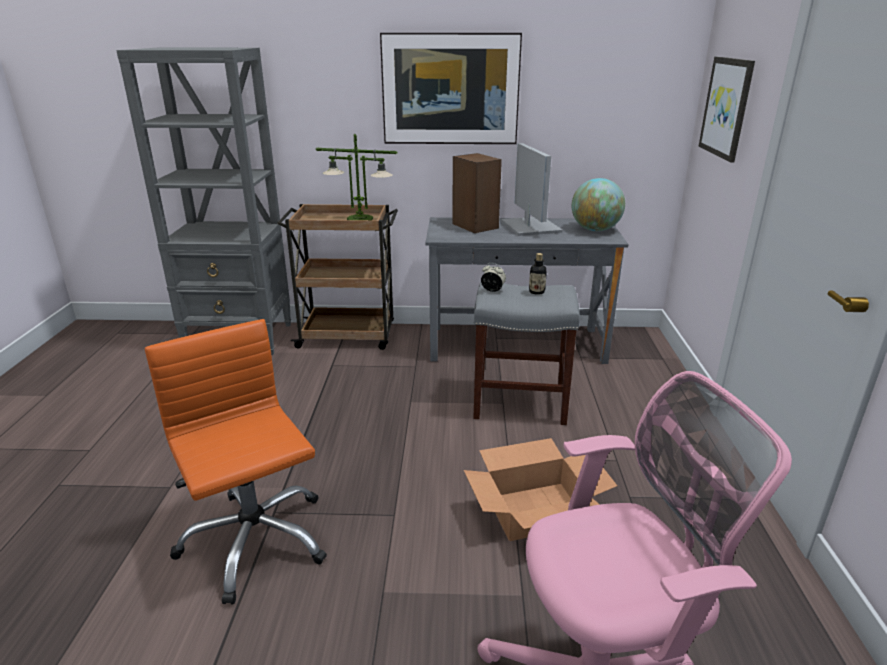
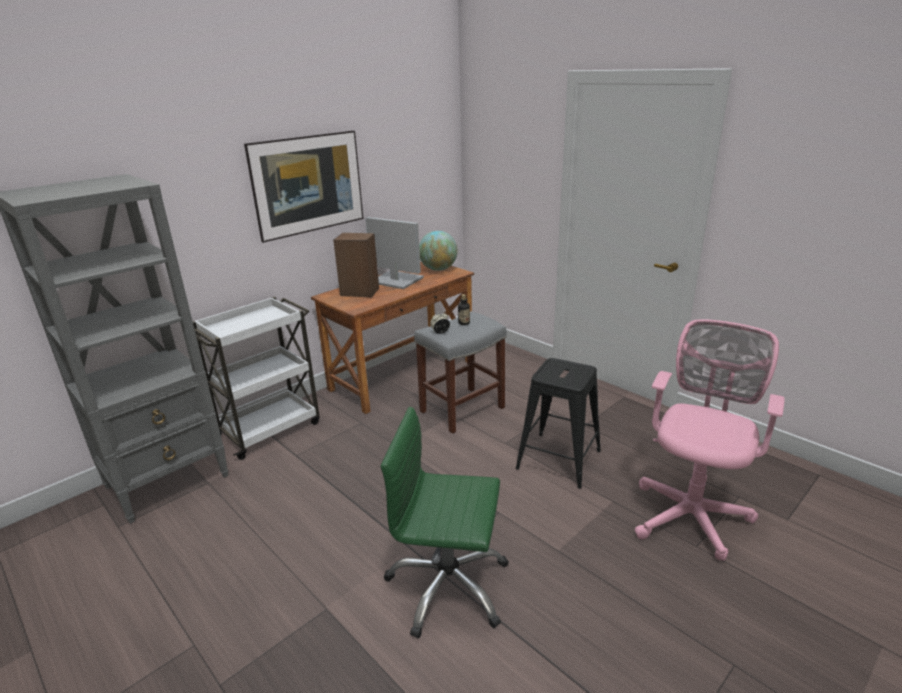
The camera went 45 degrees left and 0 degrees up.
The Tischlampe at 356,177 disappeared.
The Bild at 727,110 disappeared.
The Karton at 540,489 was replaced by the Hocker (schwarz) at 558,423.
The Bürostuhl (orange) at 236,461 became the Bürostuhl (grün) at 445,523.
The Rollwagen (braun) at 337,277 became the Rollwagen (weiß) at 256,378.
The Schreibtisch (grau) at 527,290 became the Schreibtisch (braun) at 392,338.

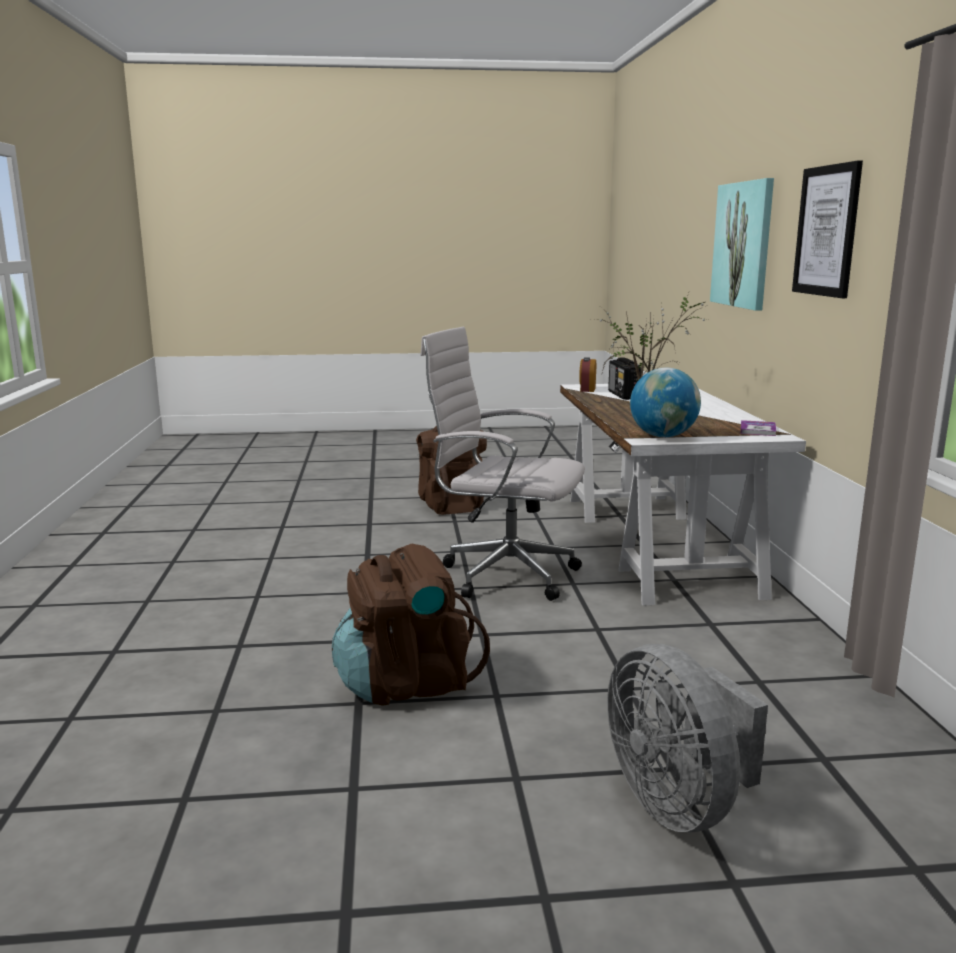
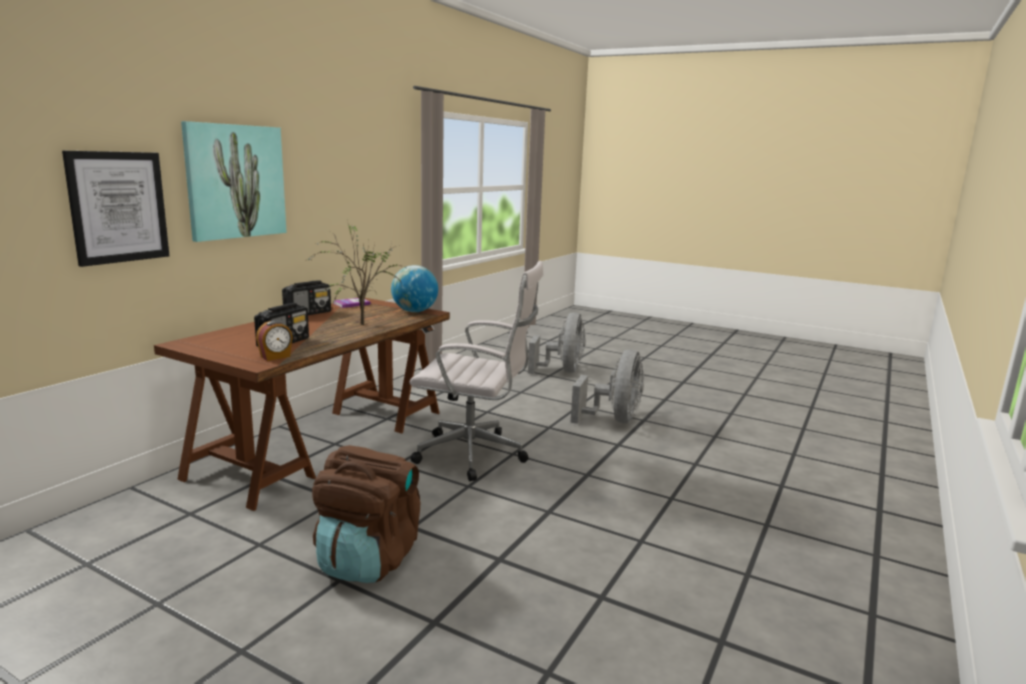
The camera went 145 degrees left and 0 degrees up.
The Radio at 306,297 appeared.
The Bild moved from 827,229 to 115,208.
The Rucksack (braun) at 411,625 was replaced by the Ventilator (grau) at 607,386.
The Schreibtisch (weiß) at 683,495 became the Schreibtisch (braun) at 302,404.
The Bürostuhl (weiß) at 502,464 turned 45 degrees counterclockwise.

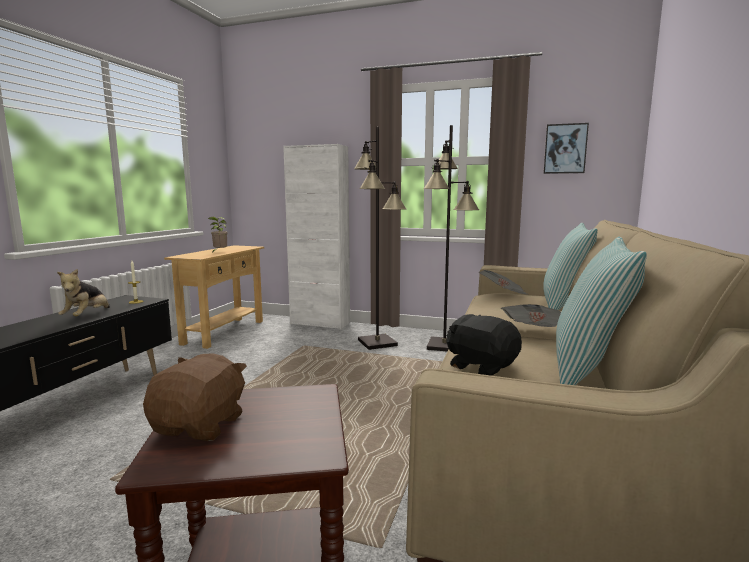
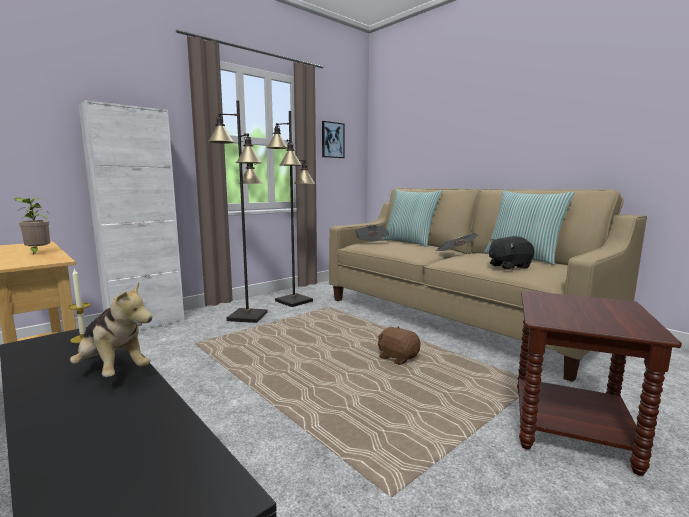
The camera went 60 degrees left and 0 degrees up.
The Plüschtier (braun) moved from 195,397 to 399,346.

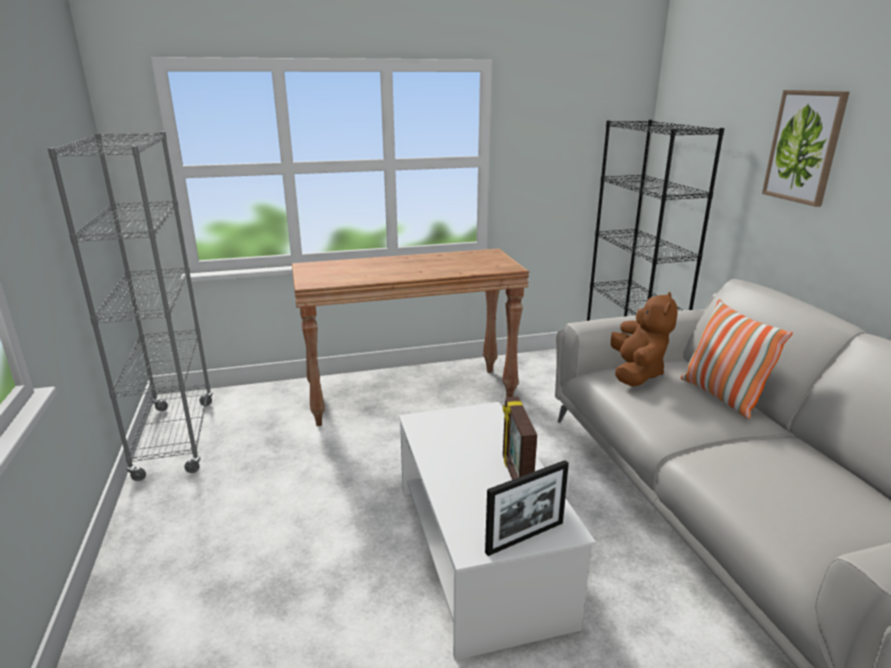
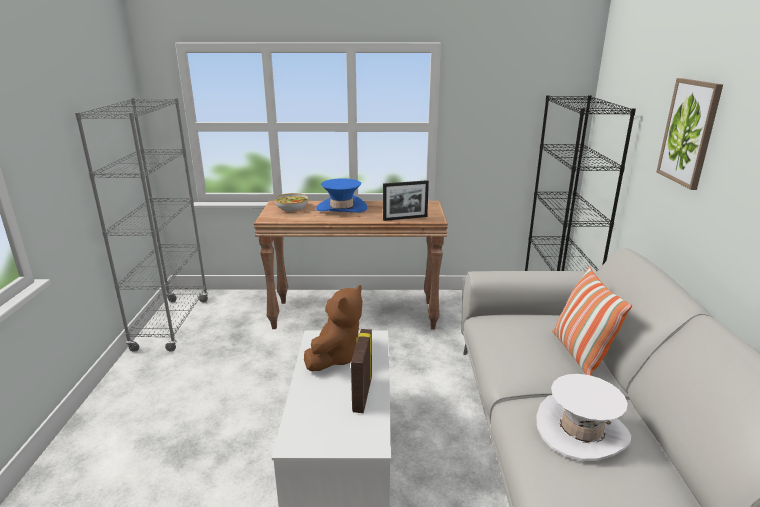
The camera went 15 degrees right and 0 degrees up.
The Schüssel at 291,202 appeared.
The Hut (blau) at 341,195 appeared.
The Hut (weiß) at 583,417 appeared.
The Bilderrahmen moved from 527,508 to 406,200.
The Plüschtier (braun) moved from 644,339 to 333,328.

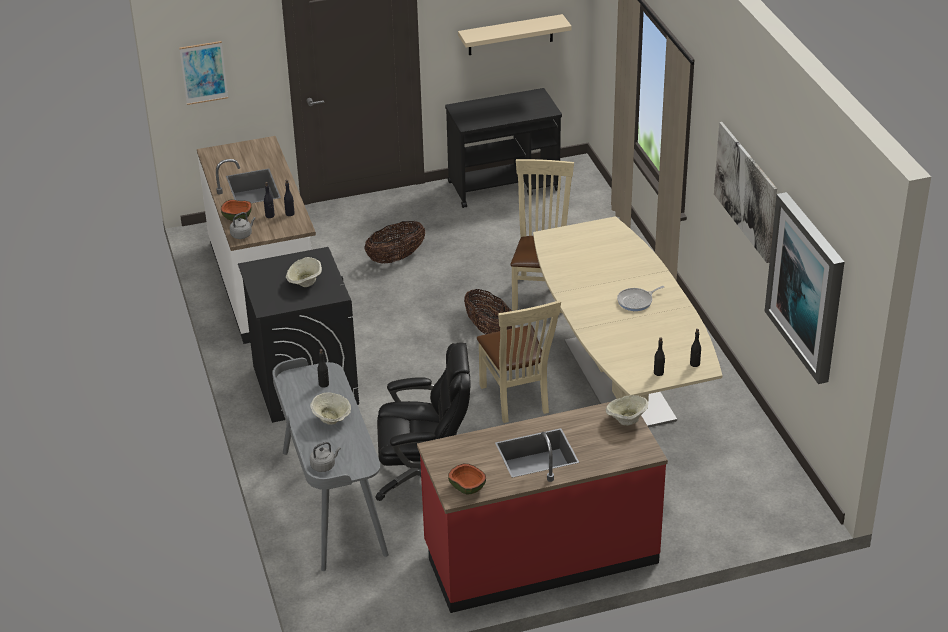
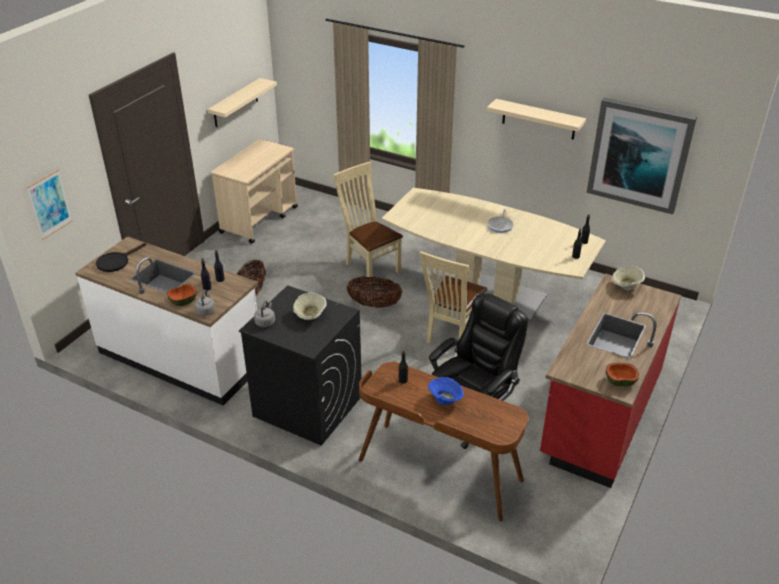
The camera went 45 degrees left and 0 degrees up.
The Pfanne (schwarz) at 121,257 appeared.
The Wasserkessel (grau) moved from 325,457 to 264,314.
The Bild at 745,192 was replaced by the Wandregal (beige) at 536,119.
The Schreibtisch (grau) at 330,464 became the Schreibtisch (braun) at 443,441.
The Schüssel (beige) at 330,408 became the Schüssel (blau) at 446,391.
The Rollwagen (schwarz) at 503,148 became the Rollwagen (beige) at 254,191.
The Stuhl (beige) at 519,361 turned 90 degrees clockwise.

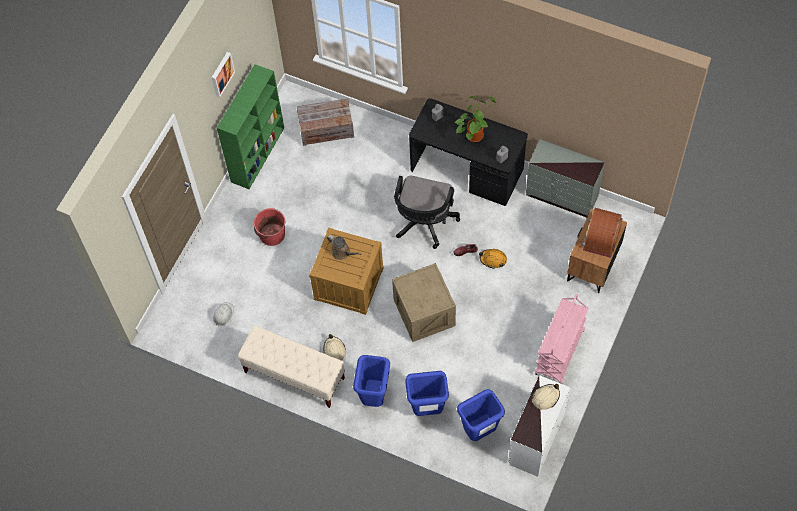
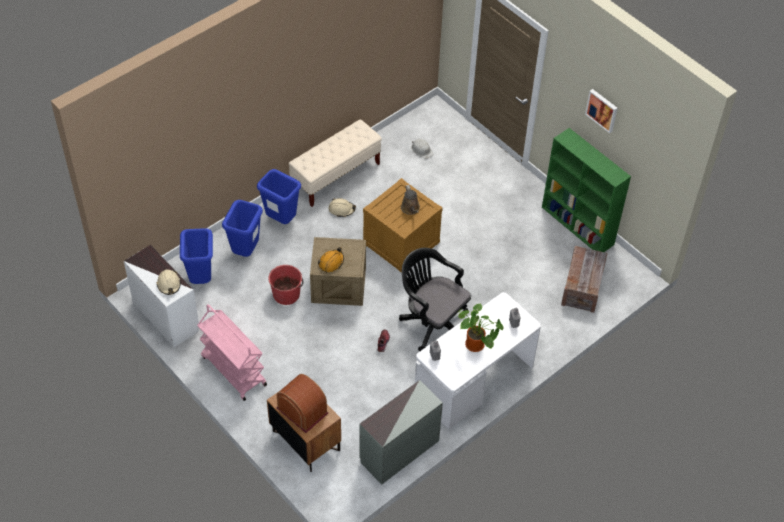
The camera went 110 degrees right and 10 degrees down.
The Eimer (rot) moved from 269,227 to 286,285.
The Schutzhelm (orange) moved from 493,259 to 331,259.
The Schreibtisch (schwarz) at 468,152 became the Schreibtisch (weiß) at 478,360.
The Gießkanne (braun) at 344,247 turned 75 degrees counterclockwise.

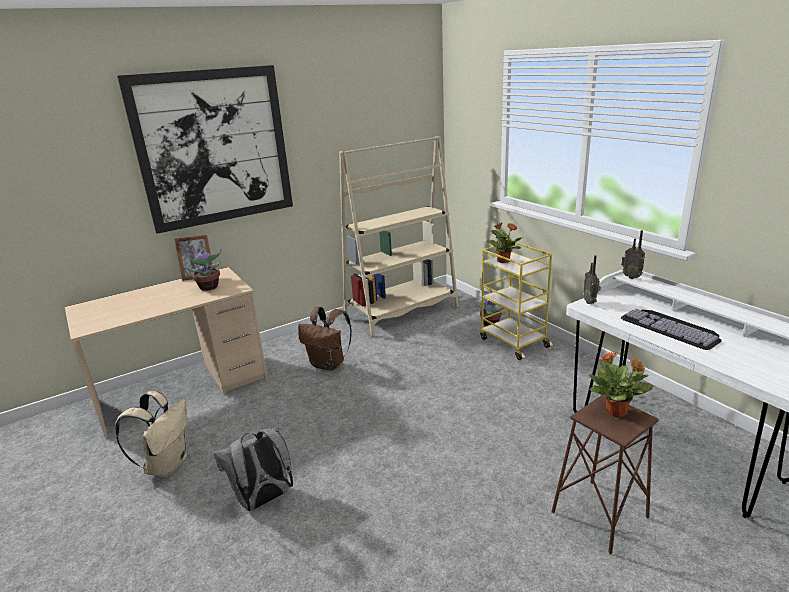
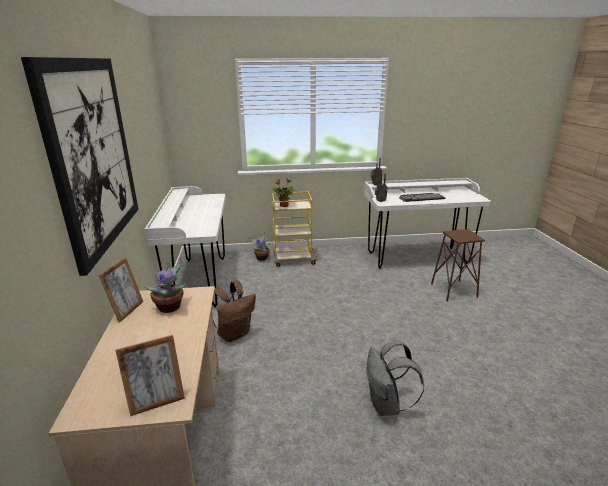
The camera went 65 degrees left and 0 degrees up.
The Rucksack (beige) at 151,433 disappeared.
The Topfpflanze at 621,384 disappeared.
The Bilderrahmen at 150,375 appeared.
The Bücherregal (beige) at 398,236 was replaced by the Schreibtisch (weiß) at 185,247.

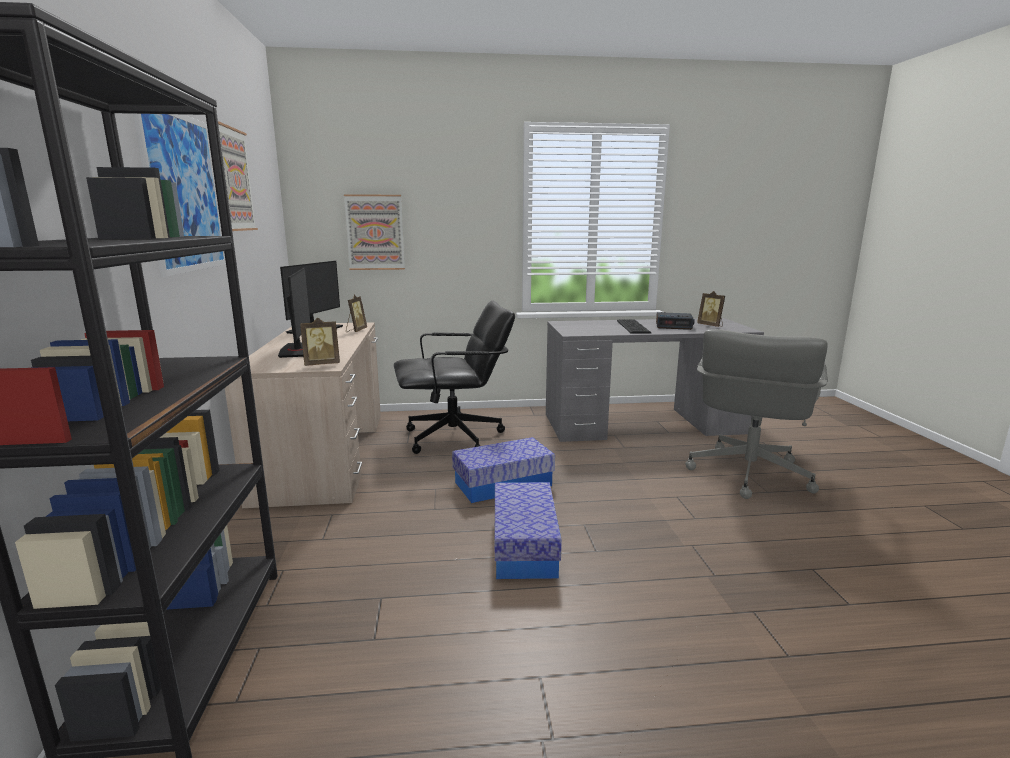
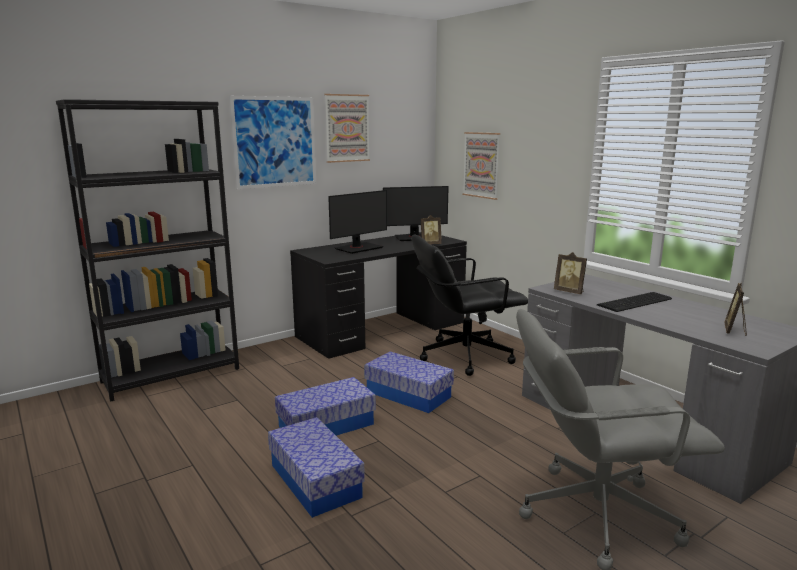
The camera went 60 degrees right and 0 degrees up.
The Wecker at 675,321 disappeared.
The Aufbewahrungsbox at 316,467 appeared.
The Bilderrahmen moved from 320,342 to 570,273.
The Schreibtisch (beige) at 303,415 became the Schreibtisch (schwarz) at 378,295.
The Bürostuhl (schwarz) at 454,377 turned 120 degrees clockwise.

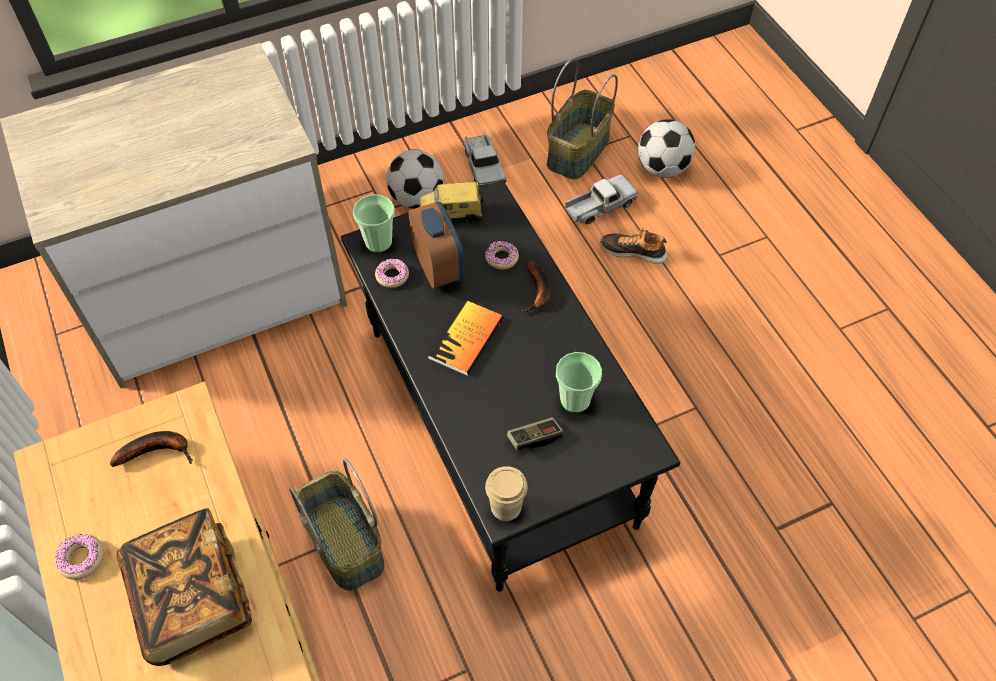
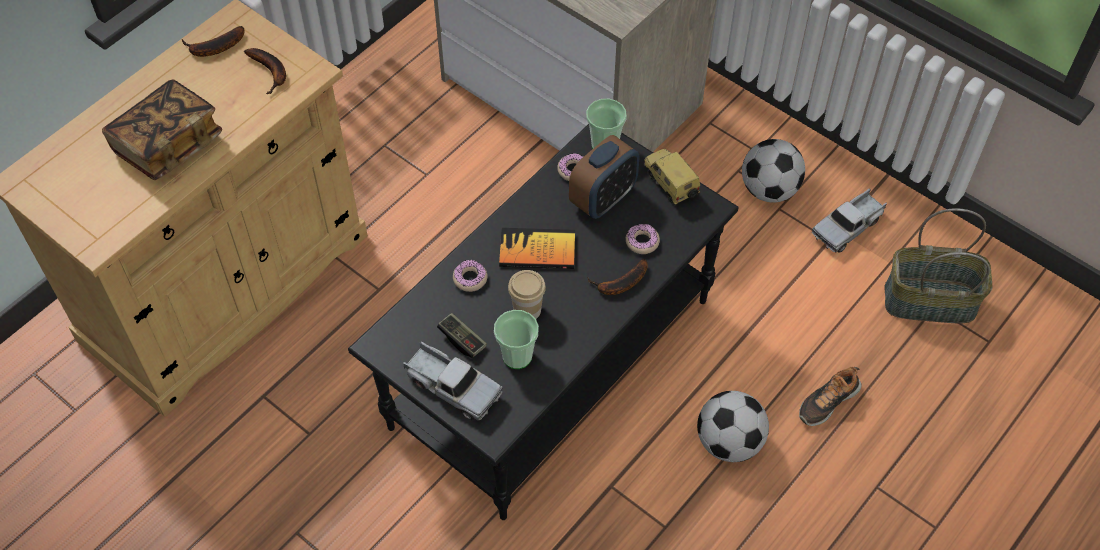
The camera went 65 degrees right and 0 degrees up.
The Korb at 336,524 disappeared.
The Banane at 213,41 appeared.
The Donut moved from 79,557 to 470,276.
The Tasse moved from 506,493 to 527,294.
The Spielzeuglaster moved from 601,199 to 453,381.
The Fußball moved from 666,148 to 733,426.
The Schuh at 634,246 turned 120 degrees counterclockwise.

